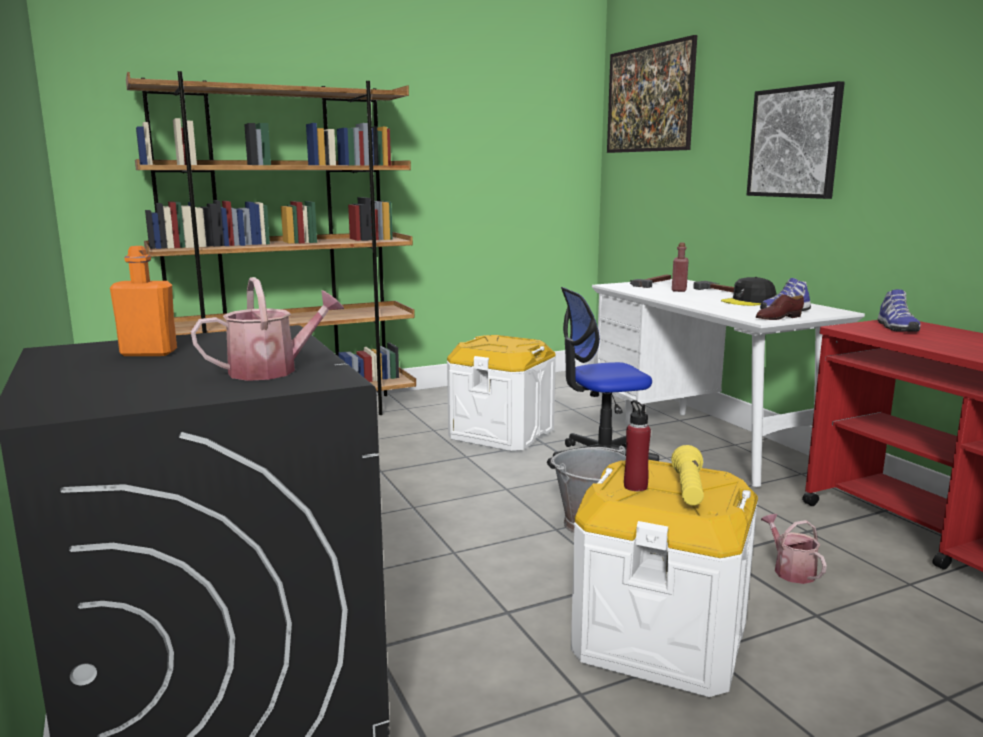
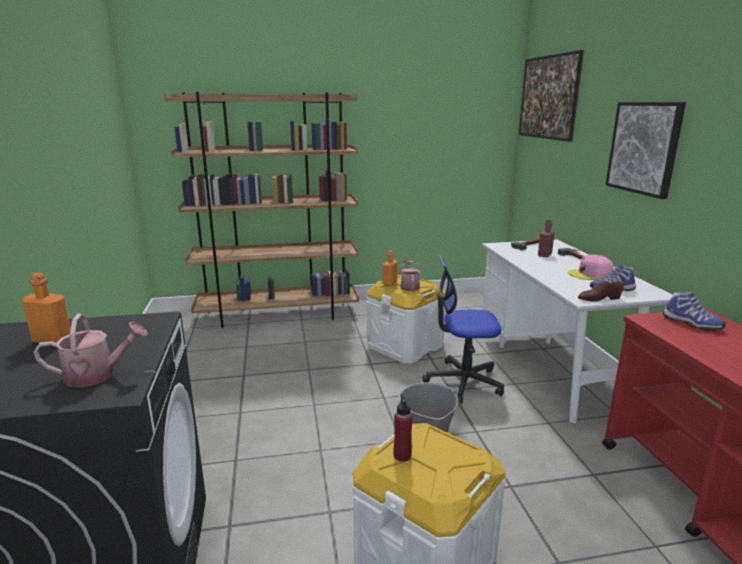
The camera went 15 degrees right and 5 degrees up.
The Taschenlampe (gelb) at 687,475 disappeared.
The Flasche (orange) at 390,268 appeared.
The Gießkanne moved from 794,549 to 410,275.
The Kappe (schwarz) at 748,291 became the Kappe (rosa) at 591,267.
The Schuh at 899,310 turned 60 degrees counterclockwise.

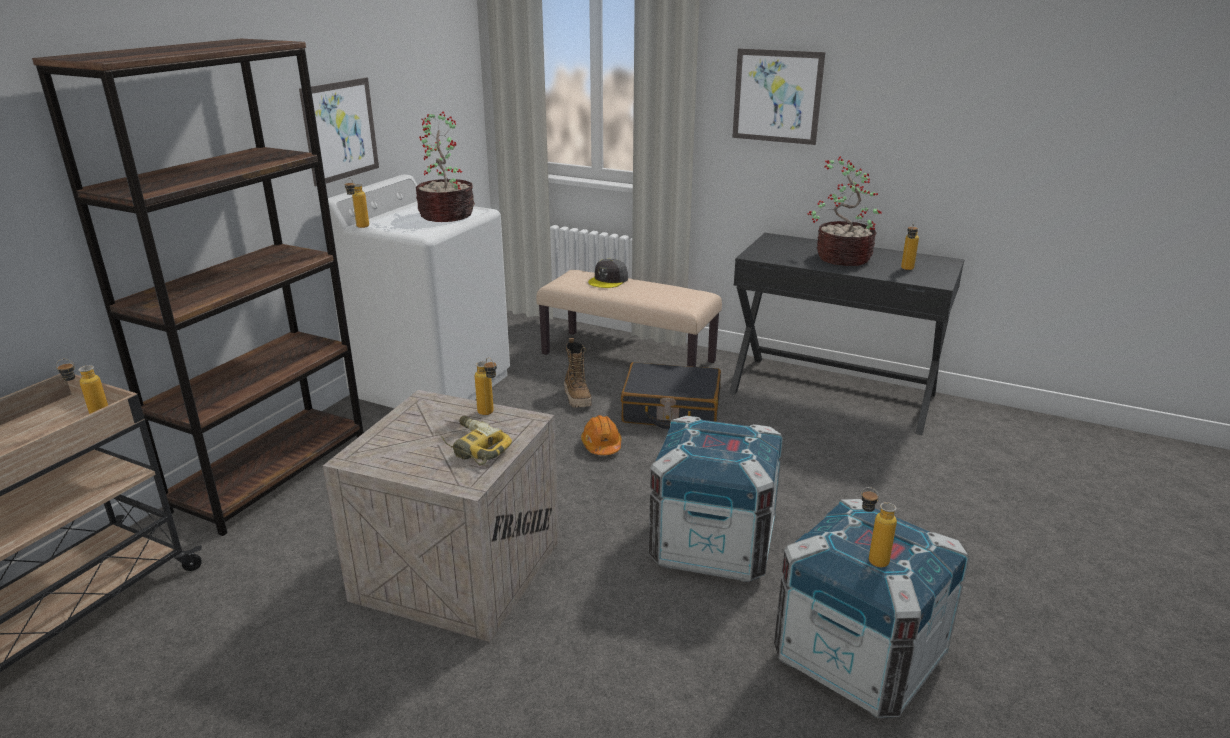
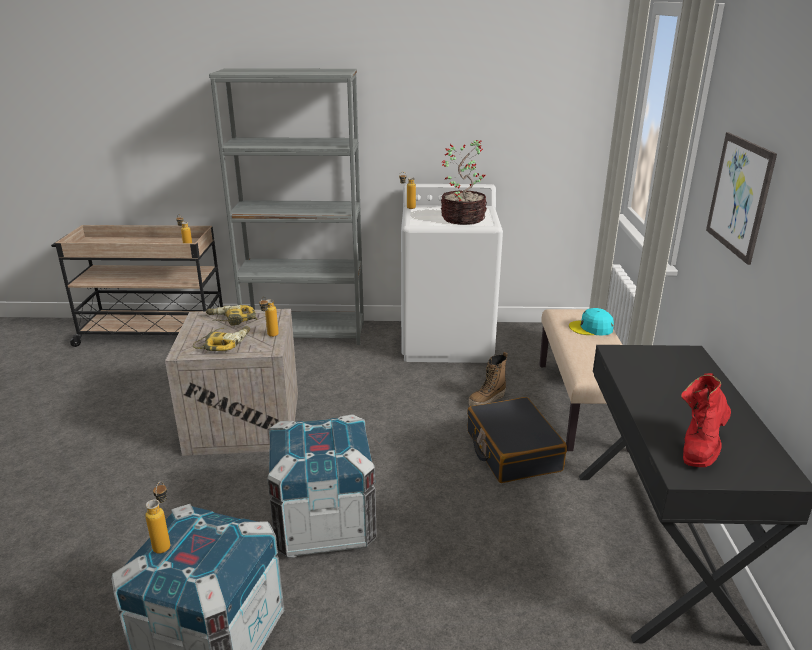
The camera went 65 degrees right and 0 degrees up.
The Bild at 339,132 disappeared.
The Schutzhelm (orange) at 601,435 disappeared.
The Topfpflanze at 844,211 disappeared.
The Bohrmaschine at 231,315 appeared.
The Flasche at 910,246 was replaced by the Stiefel (rot) at 706,420.
The Bücherregal (braun) at 198,287 became the Bücherregal (grau) at 286,206.
The Kappe (grau) at 608,273 became the Kappe (türkis) at 591,322.

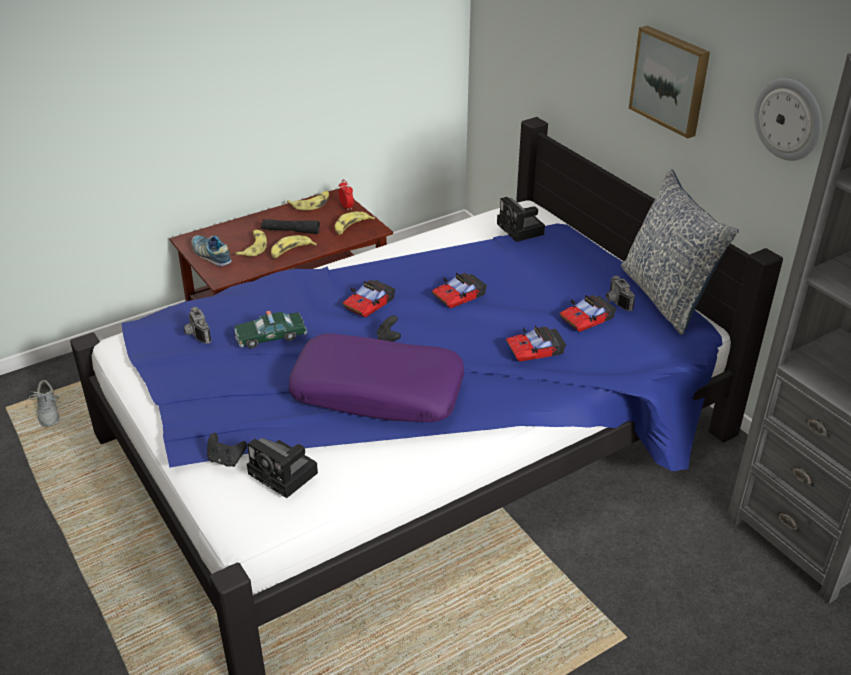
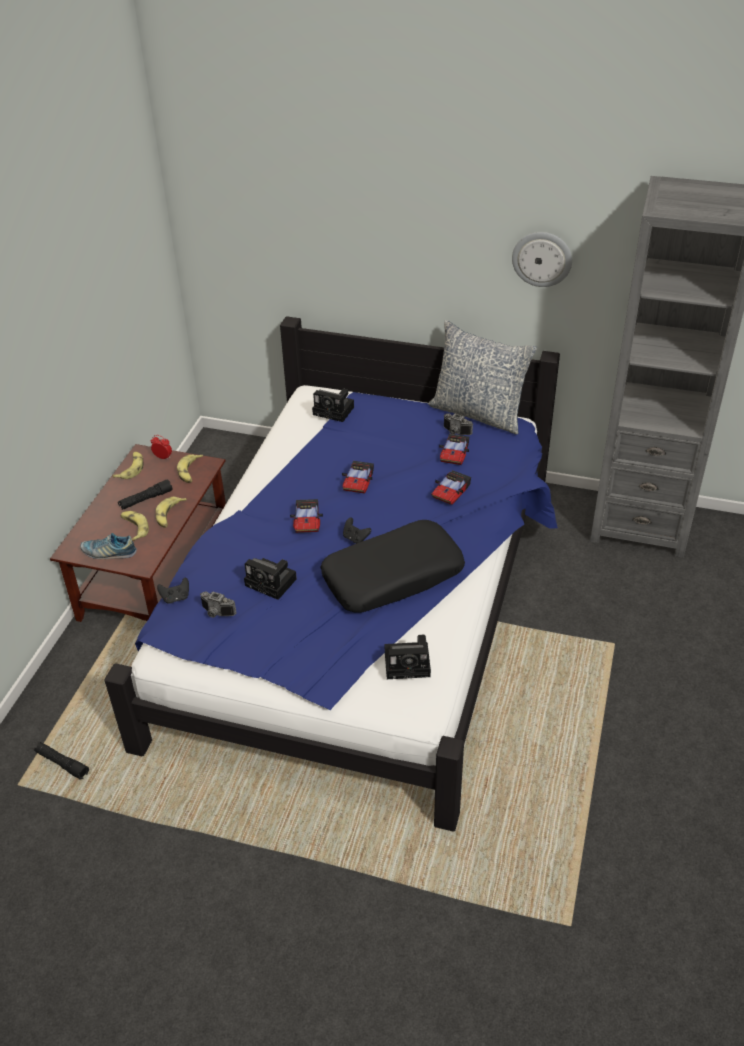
The camera went 40 degrees left and 5 degrees up.
The Bild at 669,82 disappeared.
The Gamepad (schwarz) moved from 227,450 to 173,591.
The Schuh (grau) at 45,403 was replaced by the Taschenlampe (schwarz) at 61,761.
The Spielzeugauto at 270,329 was replaced by the Kamera at 270,579.
The Kissen (lila) at 376,377 became the Kissen (schwarz) at 392,566.

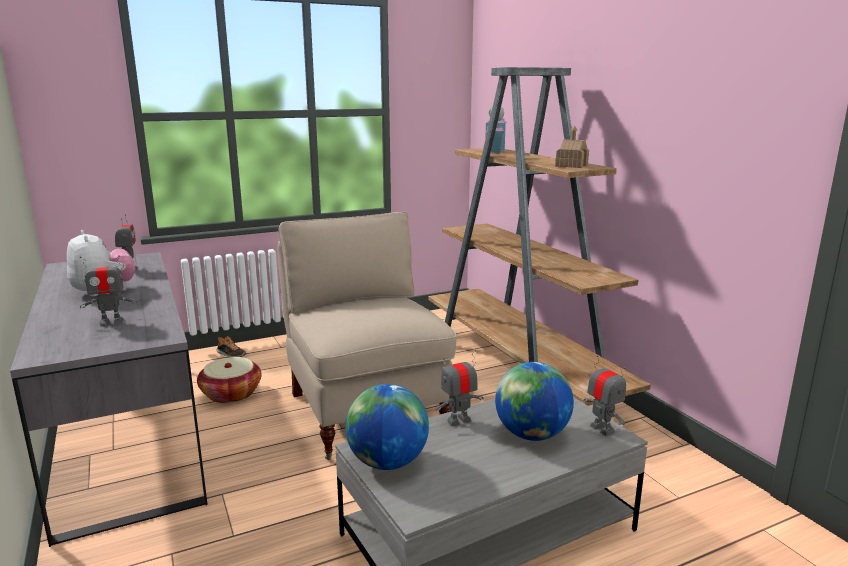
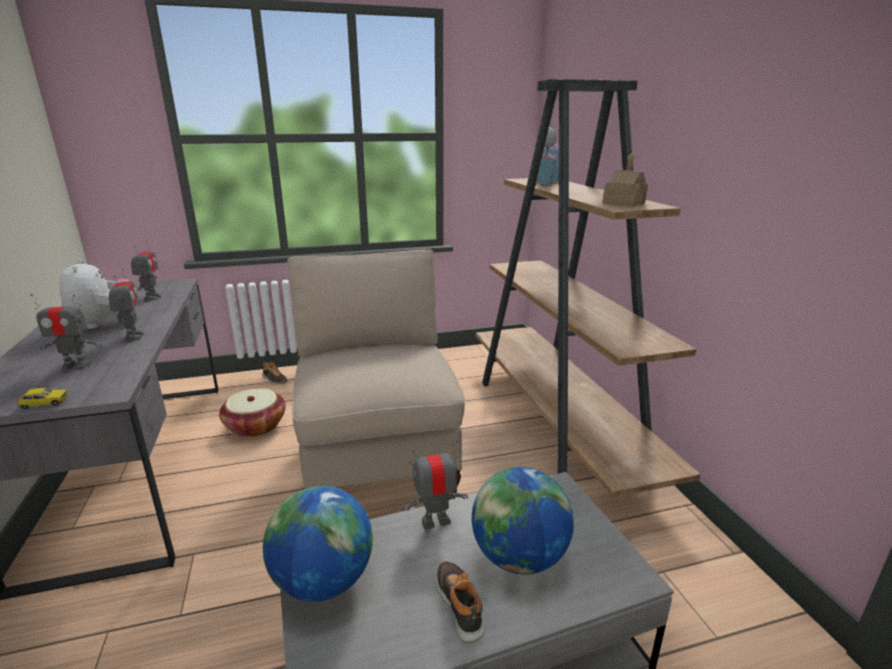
The camera went 10 degrees right and 5 degrees up.
The Spielzeugauto at 42,398 appeared.
The Schuh at 460,602 appeared.
The Spielzeugroboter moved from 604,395 to 126,305.

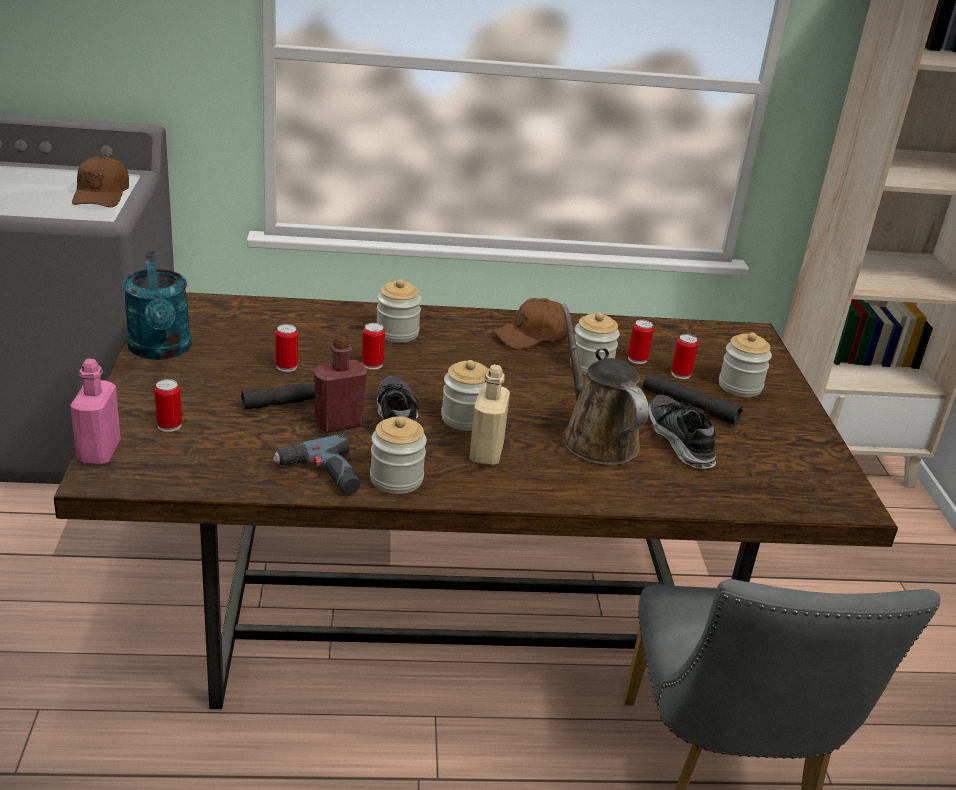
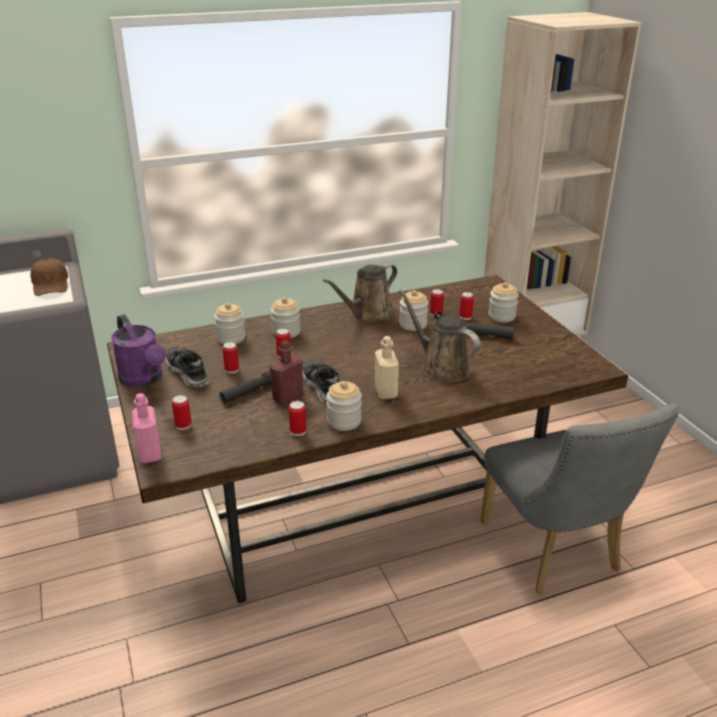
The camera went 15 degrees left and 0 degrees up.
The Vorratsglas moved from 465,395 to 229,323.
The Schuh moved from 682,432 to 187,367.
The Bohrmaschine at 316,464 was replaced by the Dose at 298,418.
The Kappe (braun) at 532,323 was replaced by the Gießkanne (braun) at 360,292.
The Gießkanne (türkis) at 157,305 became the Gießkanne (lila) at 138,351.

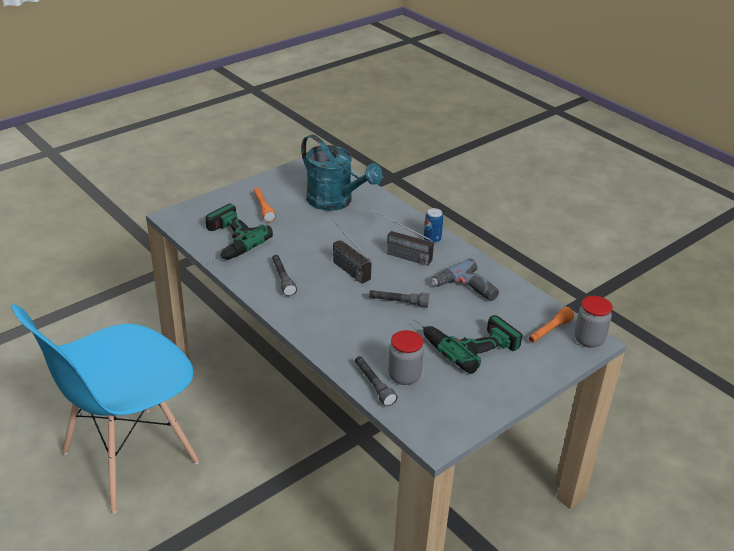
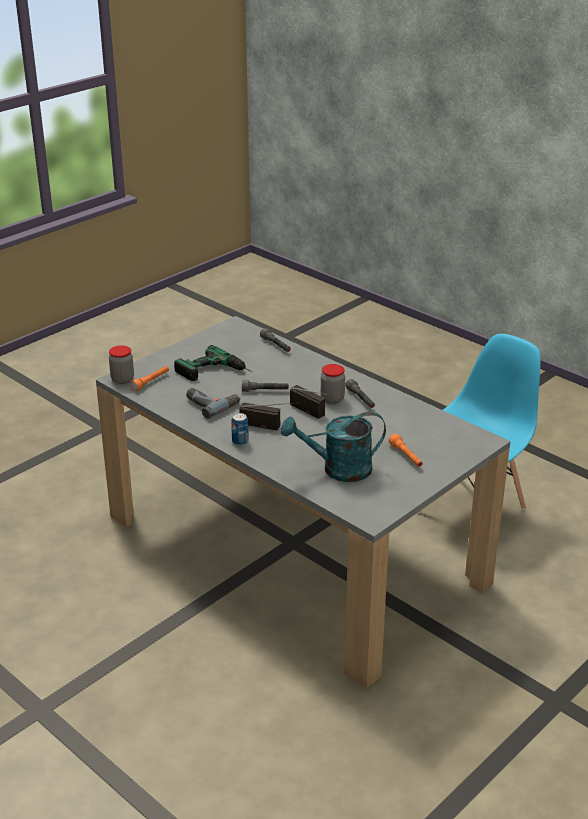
The camera went 175 degrees right and 5 degrees down.
The Bohrmaschine at 239,233 disappeared.
The Vorratsglas moved from 406,357 to 333,384.
The Gießkanne (türkis) at 342,173 turned 45 degrees counterclockwise.

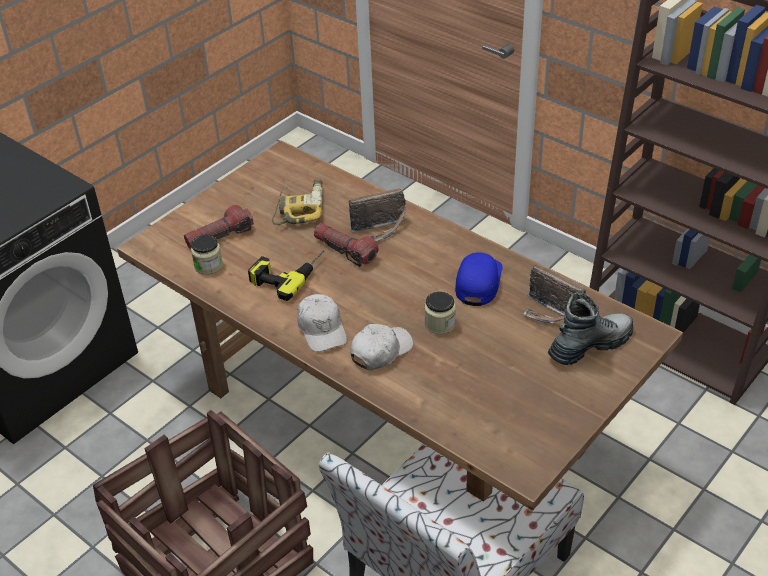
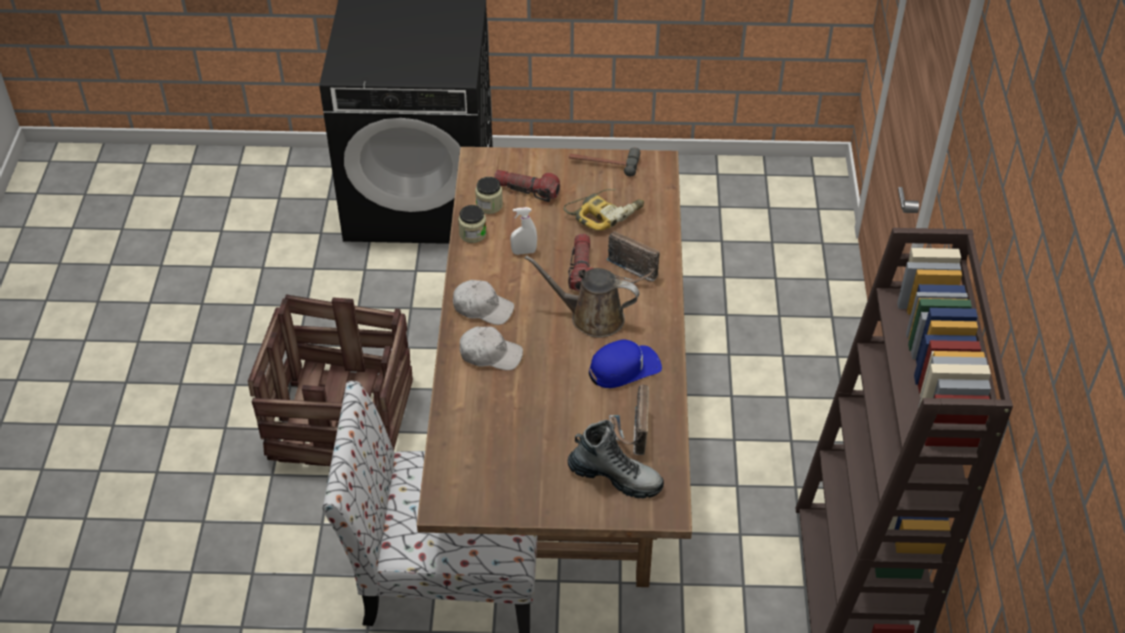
The camera went 50 degrees right and 5 degrees up.
The Gießkanne (braun) at 582,296 appeared.
The Hammer at 604,161 appeared.
The Vorratsglas moved from 440,312 to 472,224.
The Bohrmaschine at 286,276 was replaced by the Sprühflasche (weiß) at 523,231.
The Kappe (weiß) at 322,323 turned 105 degrees counterclockwise.

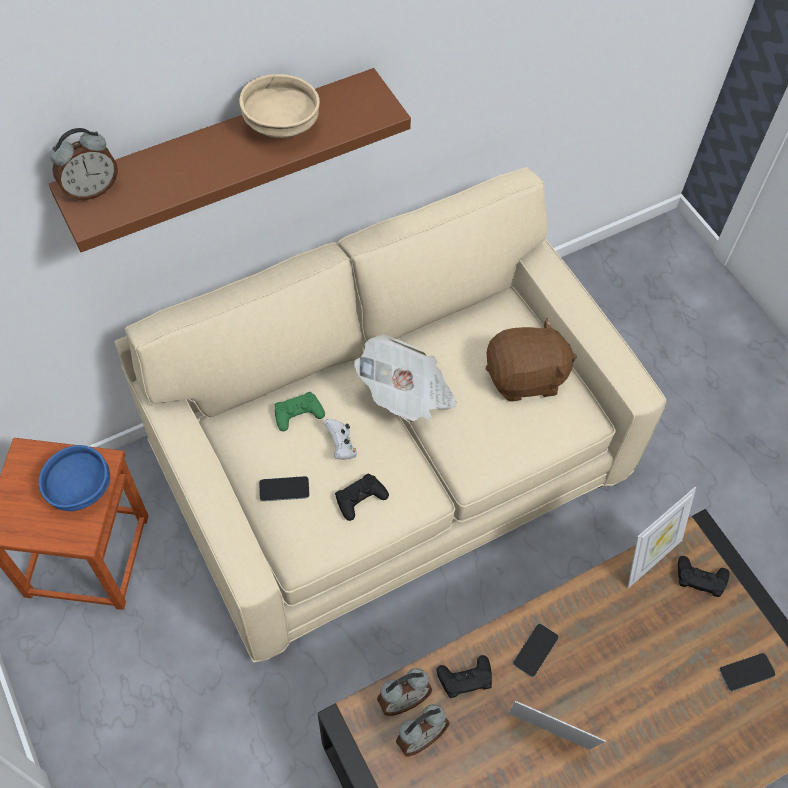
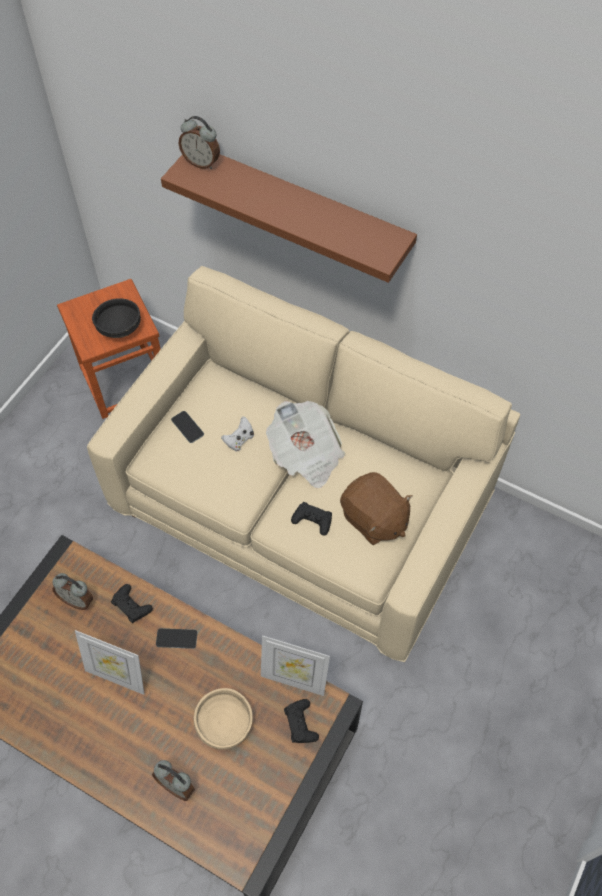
The camera went 60 degrees right and 0 degrees up.
The Gamepad (grün) at 300,411 disappeared.
The Handy at 747,672 disappeared.
The Schüssel (beige) moved from 279,106 to 223,719.
The Gamepad (schwarz) moved from 362,497 to 311,518.
The Wecker moved from 404,692 to 173,780.
The Schüssel (blau) at 74,478 became the Schüssel (schwarz) at 116,318.
The Bilderrahmen at 556,725 turned 120 degrees clockwise.

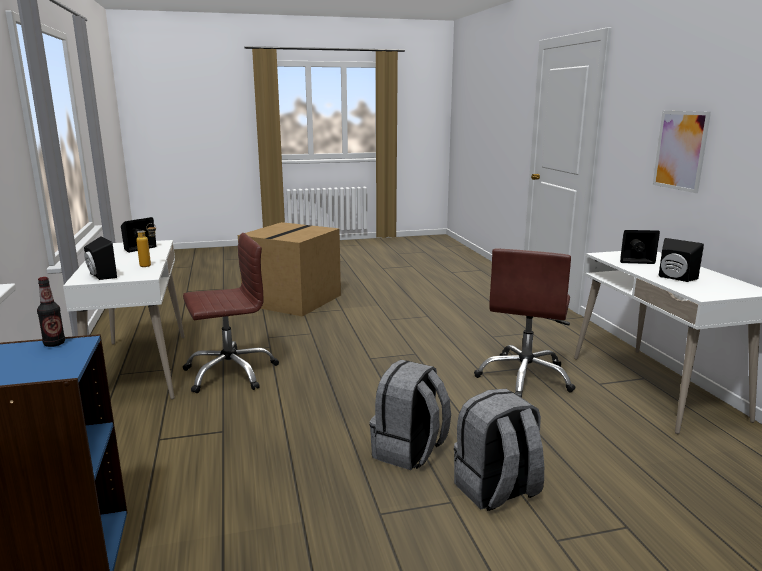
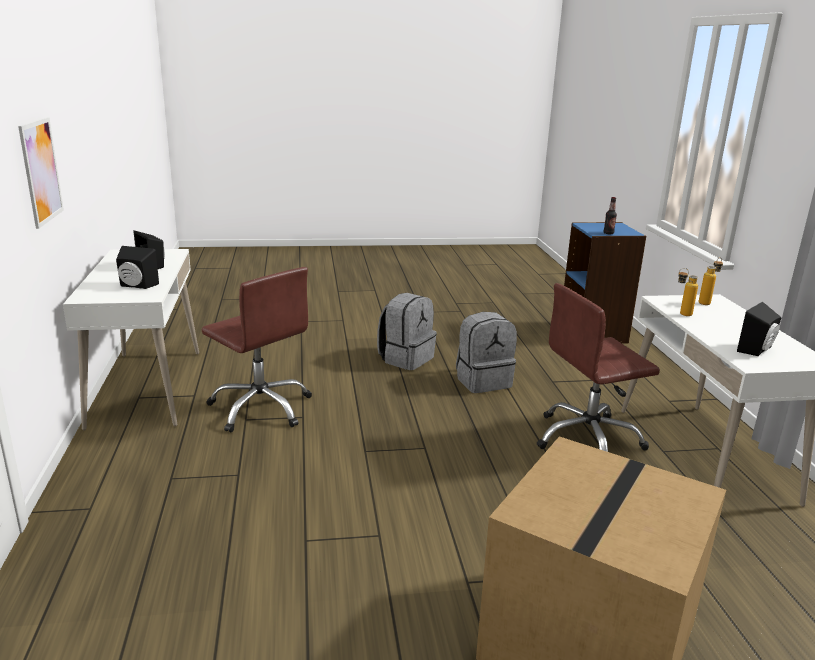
The camera went 175 degrees left and 5 degrees up.
The Rucksack (grau) moved from 499,450 to 486,352.
The Lautsprecher (schwarz) at 100,258 was replaced by the Flasche at 711,281.
The Bürostuhl (braun) at 524,323 turned 105 degrees clockwise.

